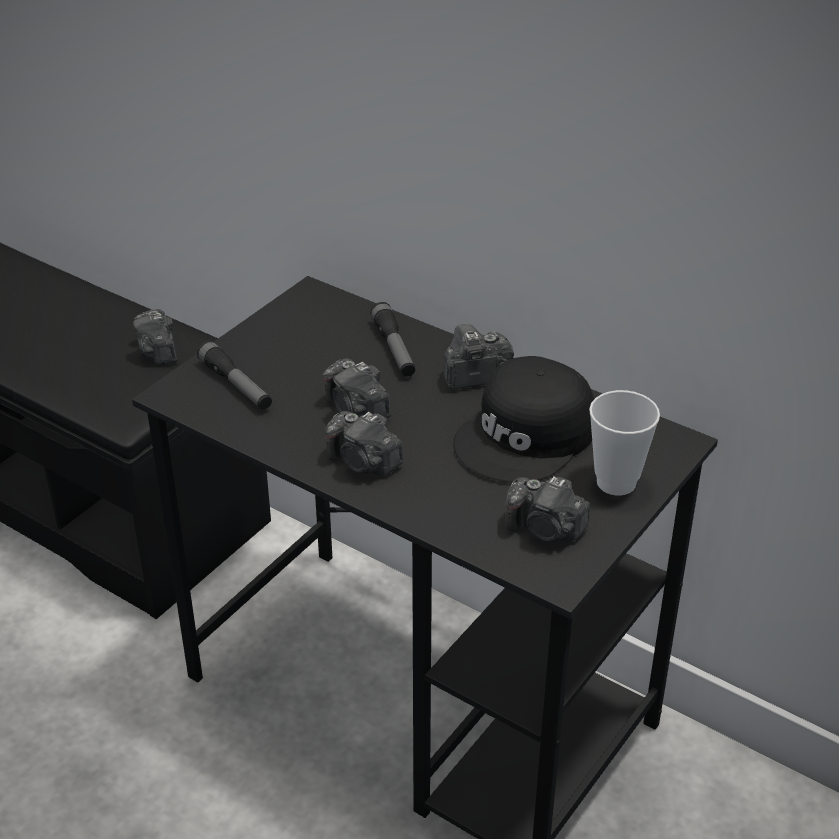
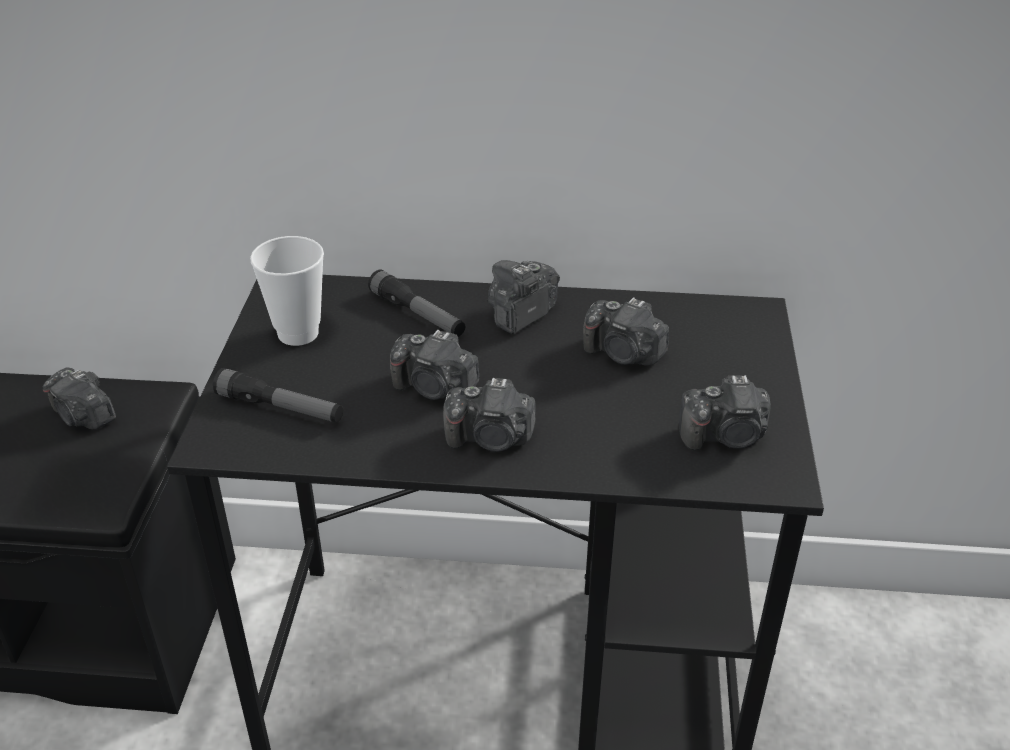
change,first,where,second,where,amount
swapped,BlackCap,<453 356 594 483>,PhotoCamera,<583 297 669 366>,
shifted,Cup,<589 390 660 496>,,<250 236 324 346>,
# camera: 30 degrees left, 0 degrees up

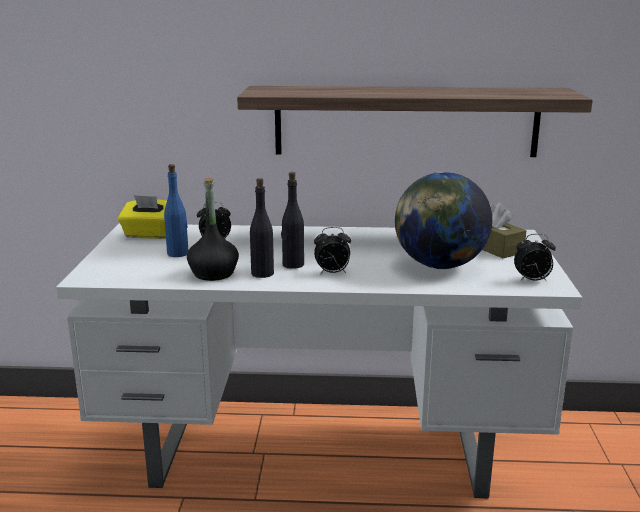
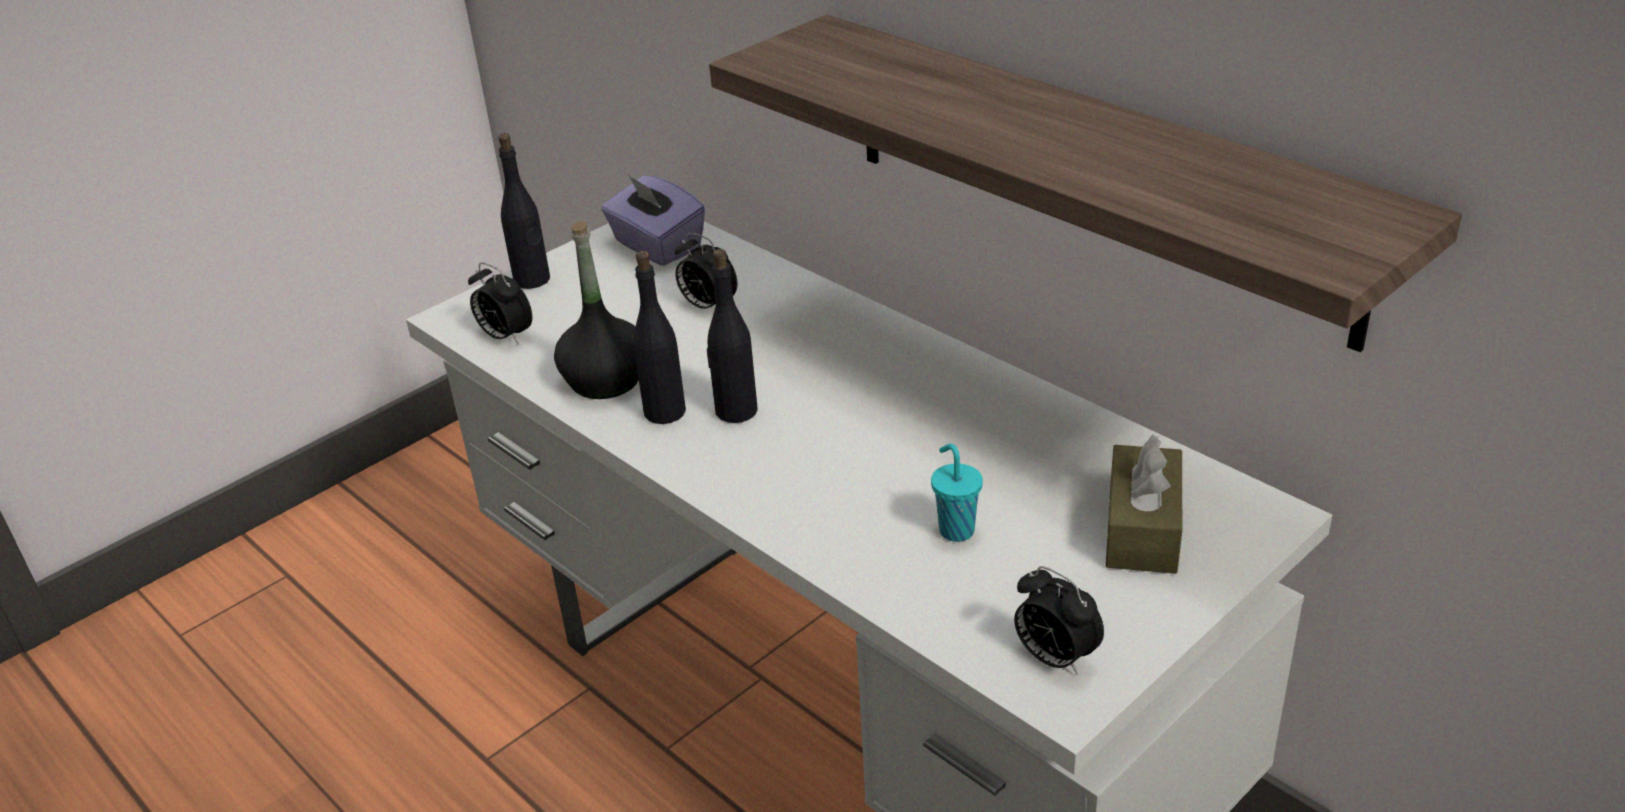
change,first,where,second,where,amount
repainted,YellowTissueBox,<118 195 167 239>,PurpleTissueBox,<601 175 705 266>,
gone,BlueBottle,<164 164 189 257>,,,
shifted,AlarmClock,<314 227 351 273>,,<468 263 532 345>,
swapped,Globe,<395 172 492 269>,TurquoiseCup,<931 443 983 542>,
new,,,BlackBottle,<498 133 550 289>,
# camera: 45 degrees right, 15 degrees up

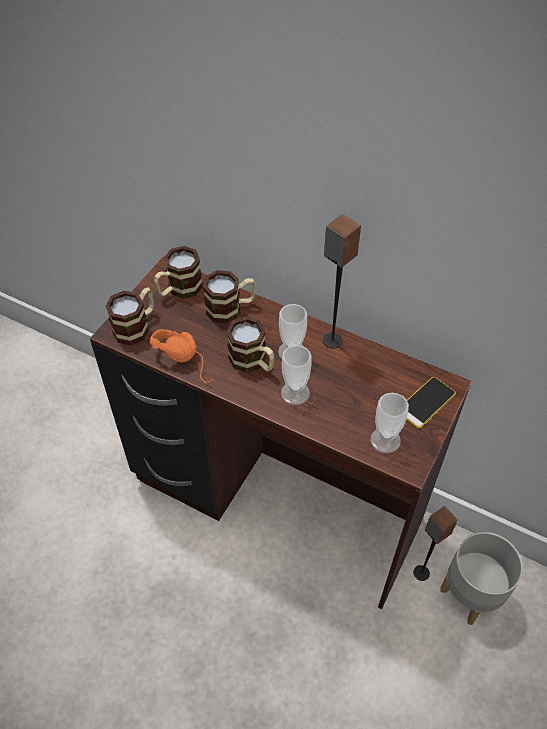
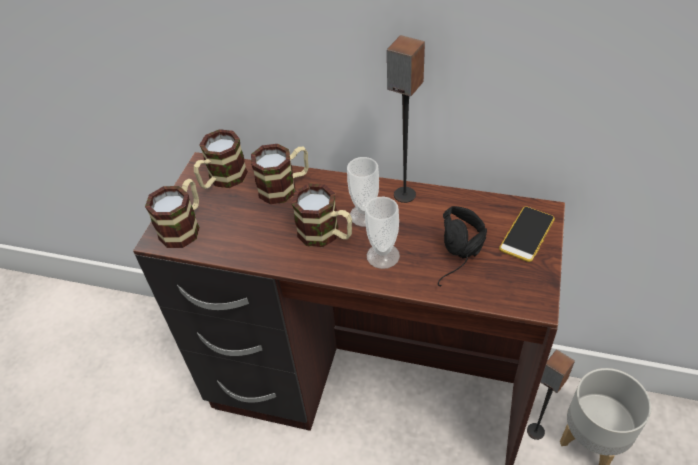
change,first,where,second,where,amount
gone,OrangeHeadphones,<150 329 213 383>,,,
gone,Cup,<370 393 409 453>,,,
new,,,BlackHeadphones,<438 206 487 286>,
# camera: 10 degrees left, 5 degrees down

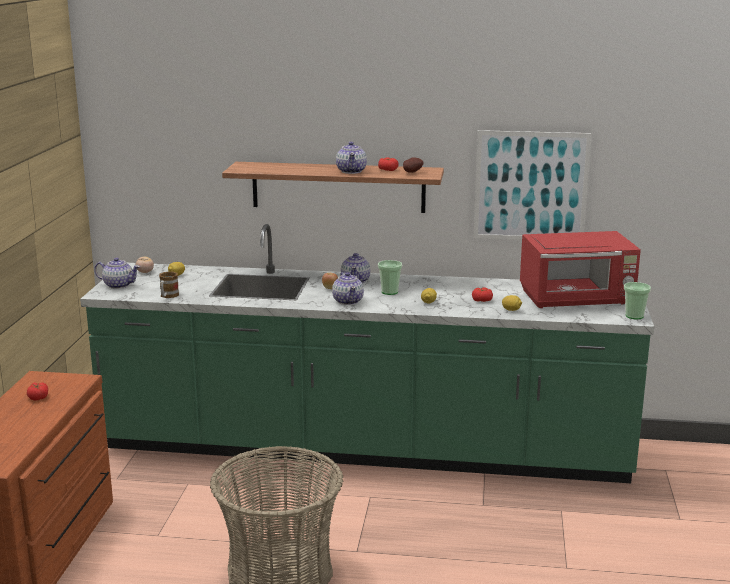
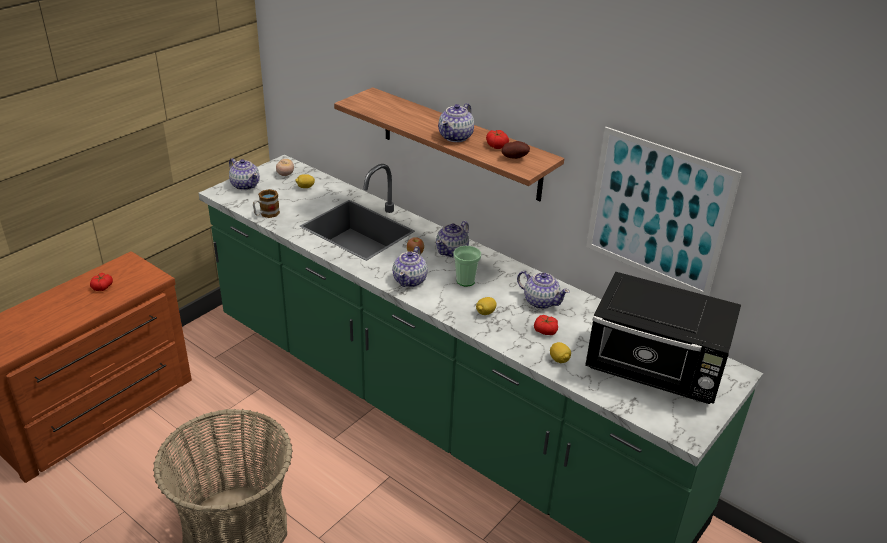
change,first,where,second,where,amount
repainted,RedMicrowave,<520 231 641 308>,BlackMicrowave,<585 271 741 404>,
gone,Cup,<624 282 651 319>,,,
new,,,Teapot,<517 271 570 309>,
# camera: 30 degrees right, 15 degrees up

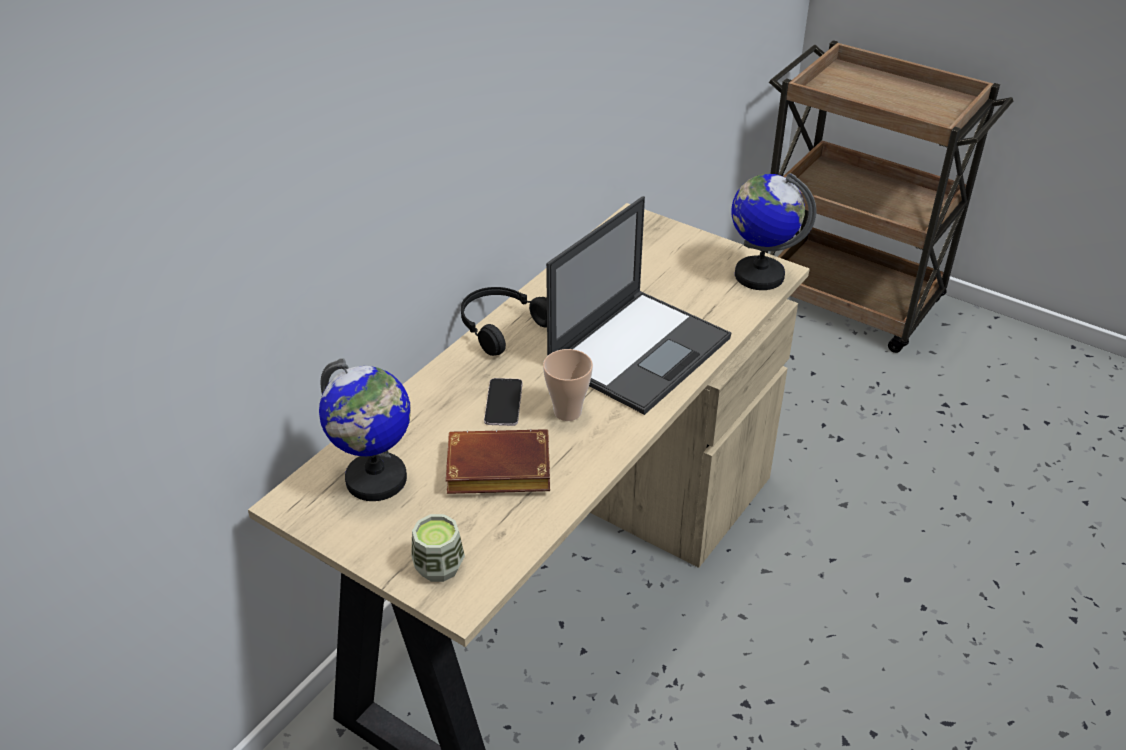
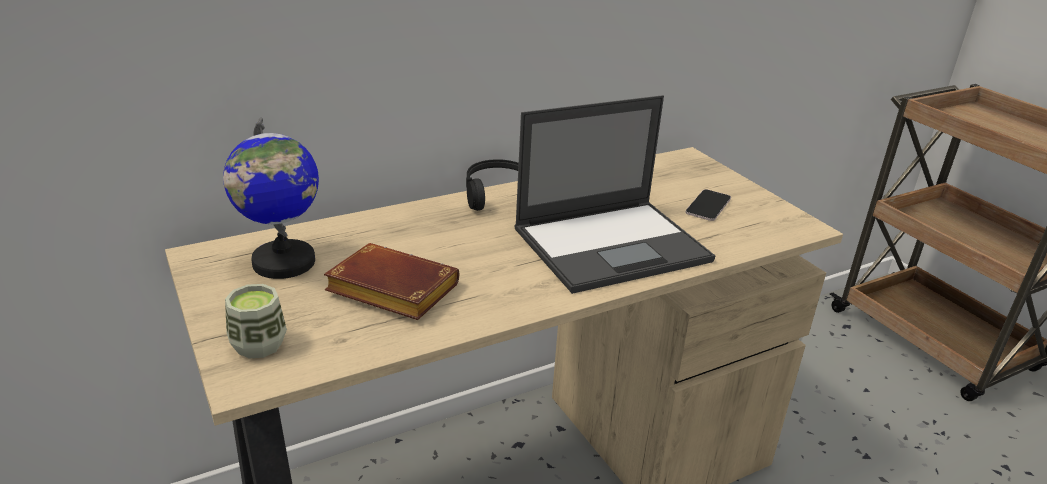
change,first,where,second,where,amount
shifted,Phone,<484 378 523 426>,,<685 189 731 221>,
gone,Cup,<543 349 593 421>,,,
gone,Globe,<732 173 816 290>,,,
# camera: 25 degrees right, 10 degrees down

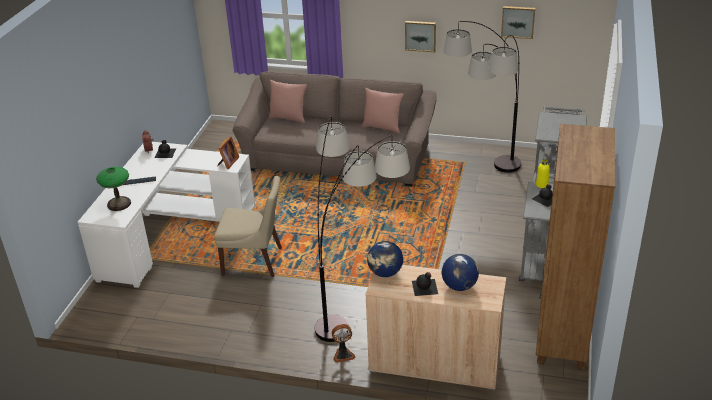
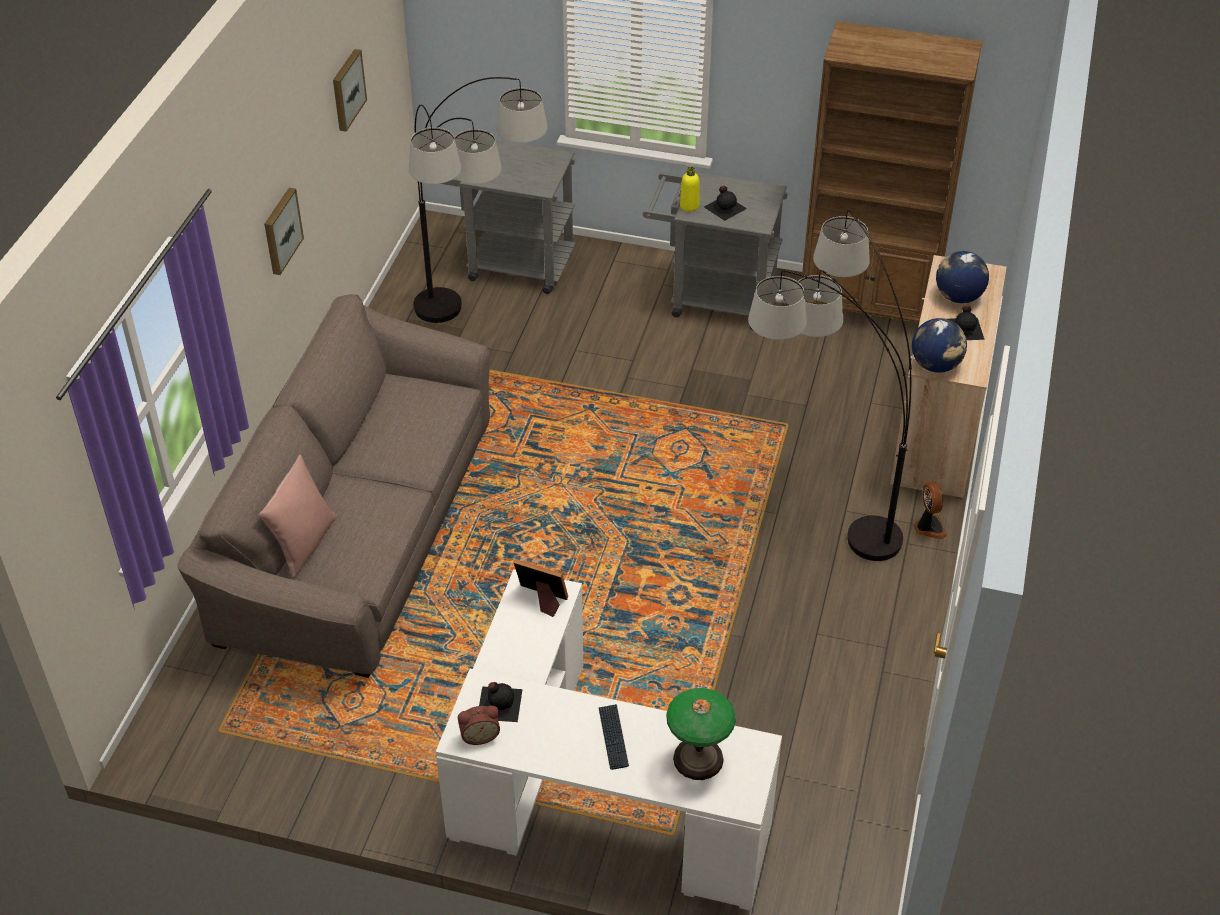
change,first,where,second,where,amount
gone,BeigeChair,<214 176 282 277>,,,
gone,PinkPillow,<362 88 404 133>,,,
# camera: 90 degrees left, 10 degrees up

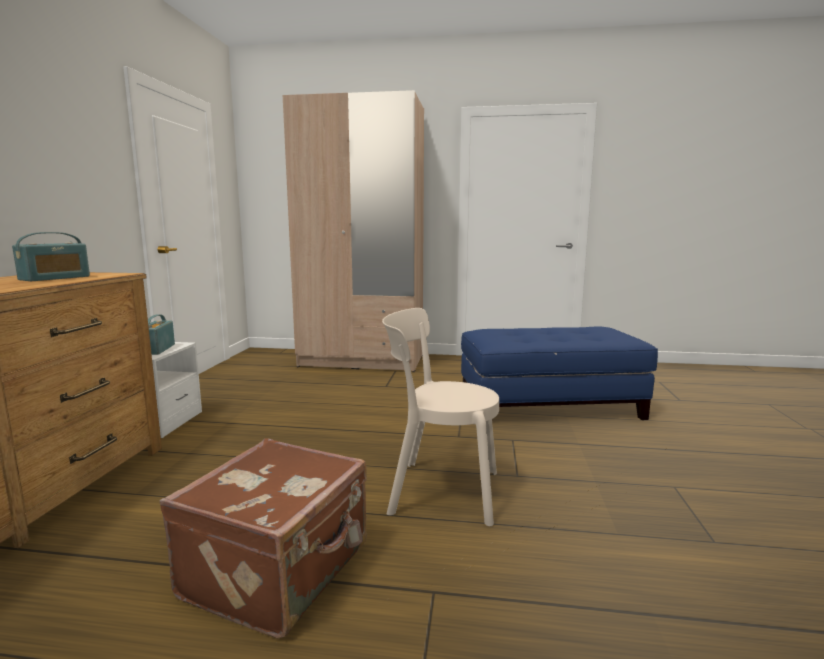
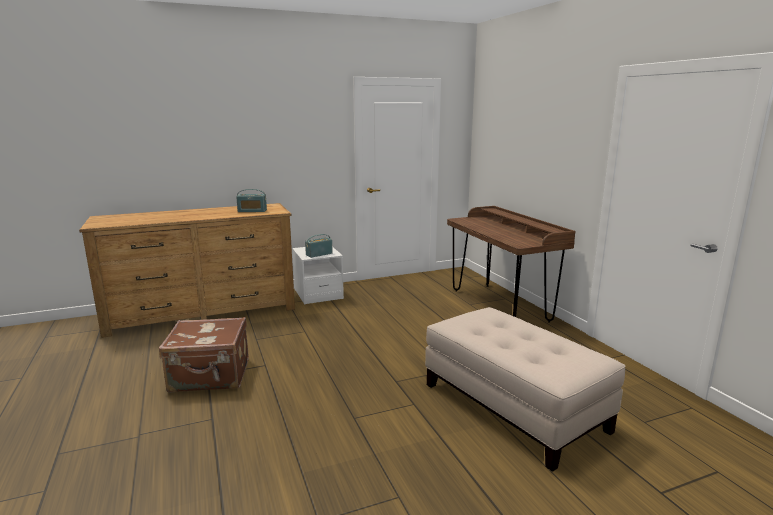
change,first,where,second,where,amount
swapped,BeigeWardrobe,<283 90 424 372>,BrownDesk,<447 206 575 323>,
gone,BeigeChair,<382 308 499 526>,,,
repainted,BlueOttoman,<461 326 658 420>,BeigeOttoman,<425 307 626 472>,
# camera: 60 degrees right, 5 degrees up

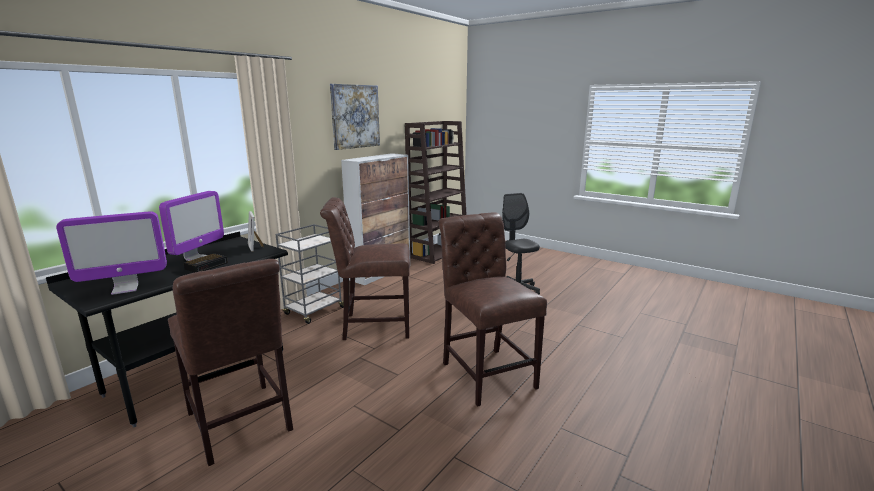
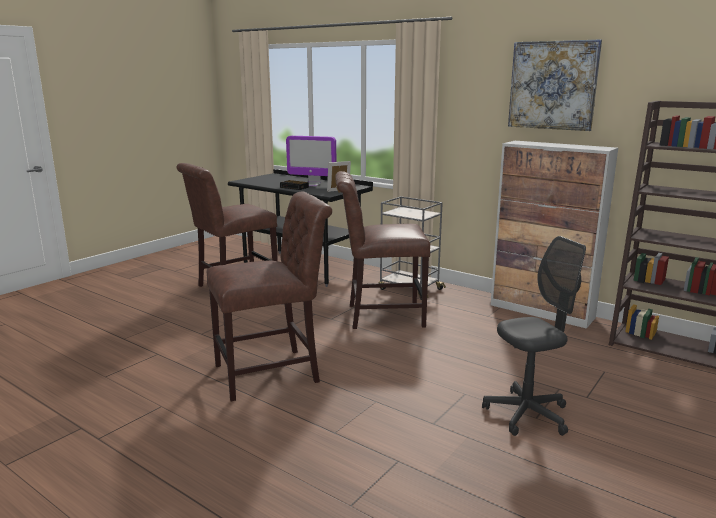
change,first,where,second,where,amount
gone,Monitor,<56 211 167 295>,,,
rotated,BrownChair,<320 197 410 340>,,<336 171 430 329>,90 degrees counterclockwise
# camera: 90 degrees right, 0 degrees up

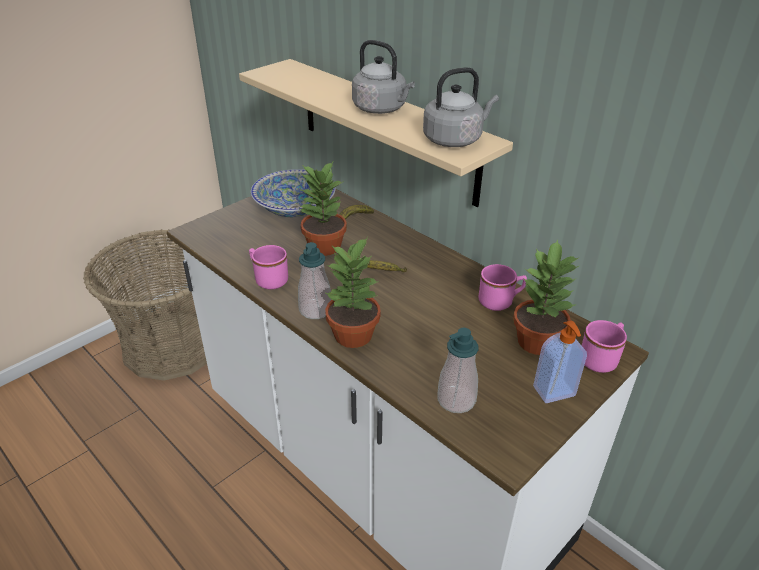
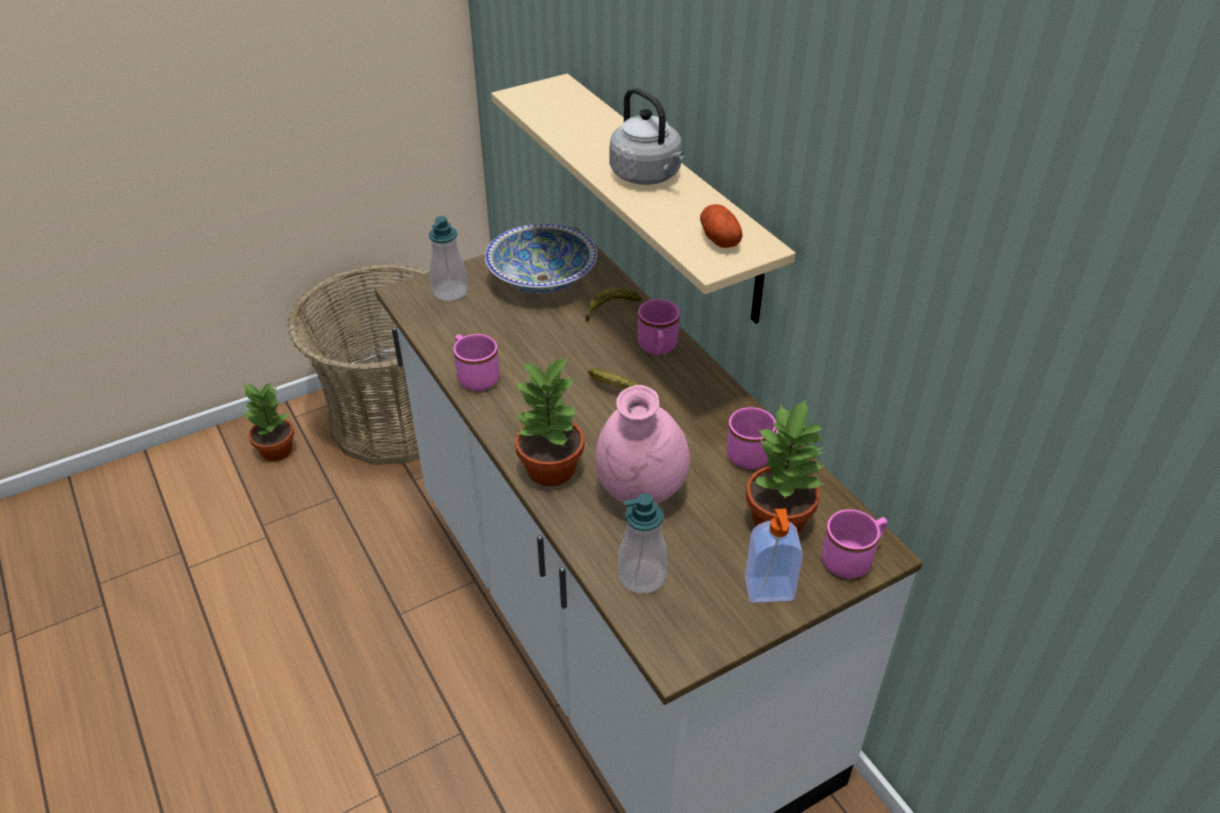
change,first,where,second,where,amount
shifted,PottedPlant,<298 162 347 256>,,<243 383 294 461>,
shifted,SoapDispenser,<298 242 332 319>,,<429 216 468 301>,
swapped,GreyKettle,<423 67 499 147>,Potato,<700 204 742 248>,
new,,,PinkVase,<595 385 690 504>,
new,,,PinkMug,<638 299 680 354>,
# camera: 15 degrees right, 5 degrees up

